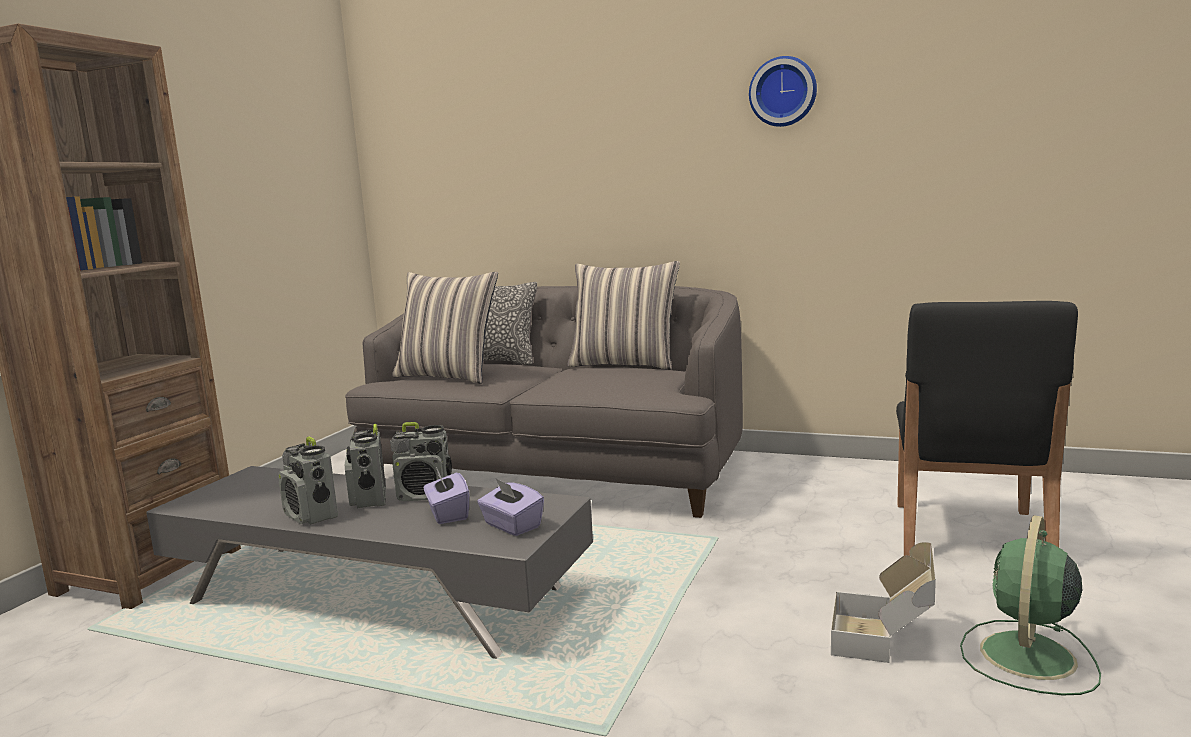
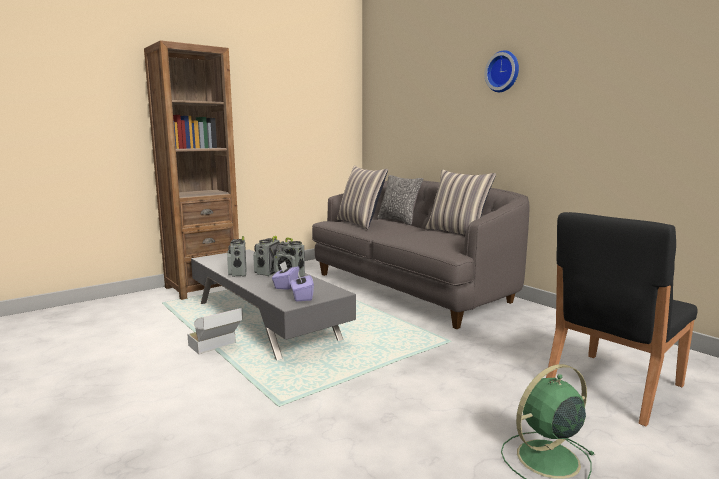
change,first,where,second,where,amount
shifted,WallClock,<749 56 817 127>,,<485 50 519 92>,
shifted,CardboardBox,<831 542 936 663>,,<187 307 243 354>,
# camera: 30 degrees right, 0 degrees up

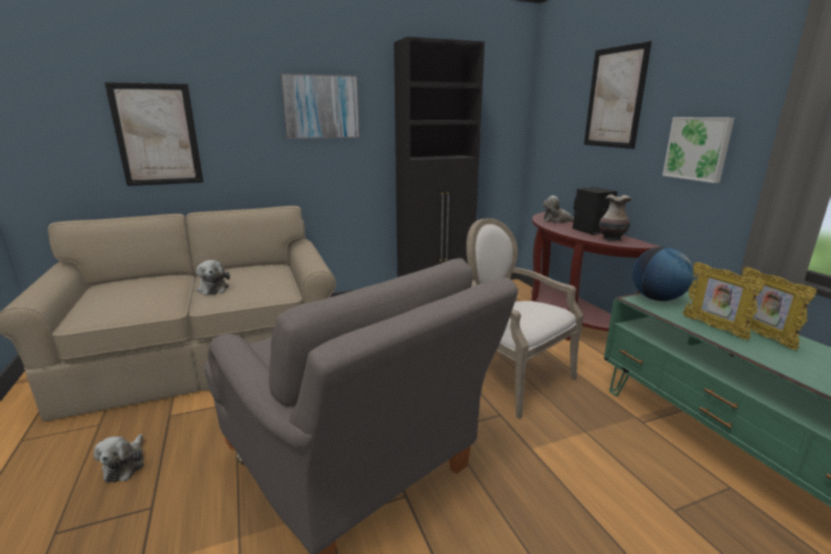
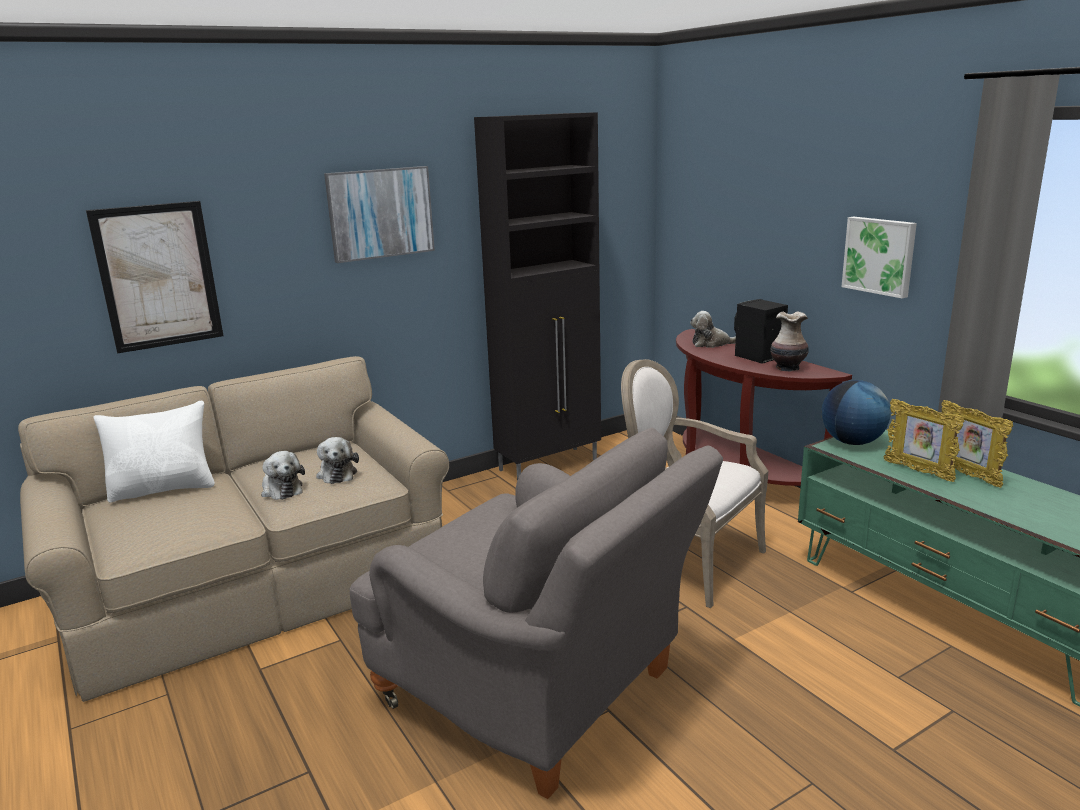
change,first,where,second,where,amount
shifted,PlushToy,<94 434 144 483>,,<316 437 359 484>,
gone,Picture,<584 41 652 149>,,,
new,,,WhitePillow,<93 400 215 503>,
# camera: 10 degrees left, 0 degrees up

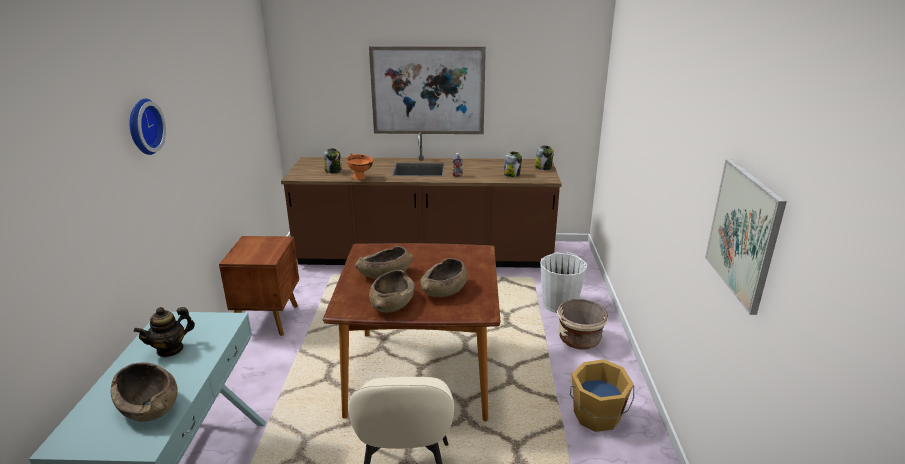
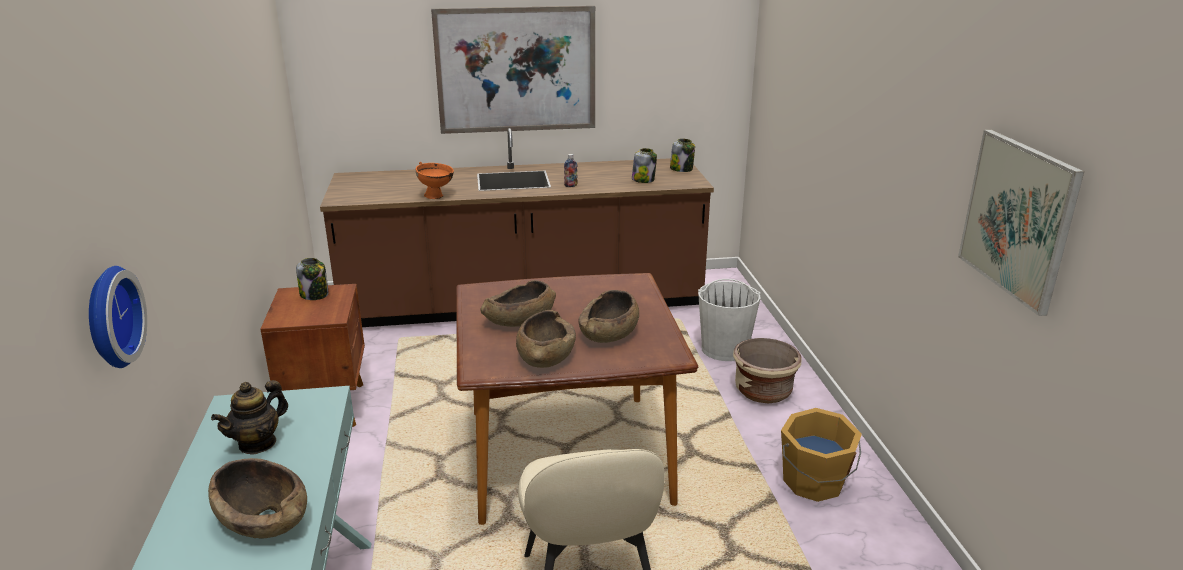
change,first,where,second,where,amount
shifted,WallClock,<130 99 166 155>,,<89 266 147 368>,
shifted,Jar,<324 148 341 173>,,<296 258 329 300>,
# camera: 10 degrees left, 0 degrees up

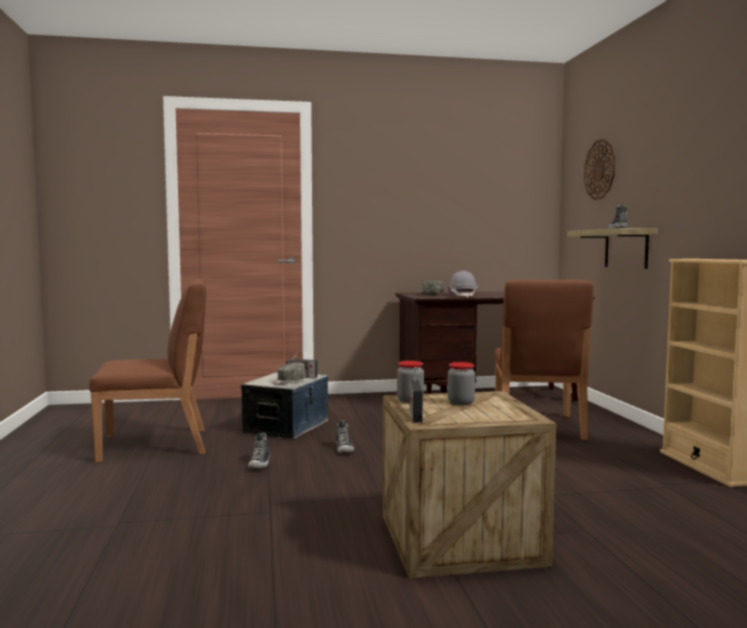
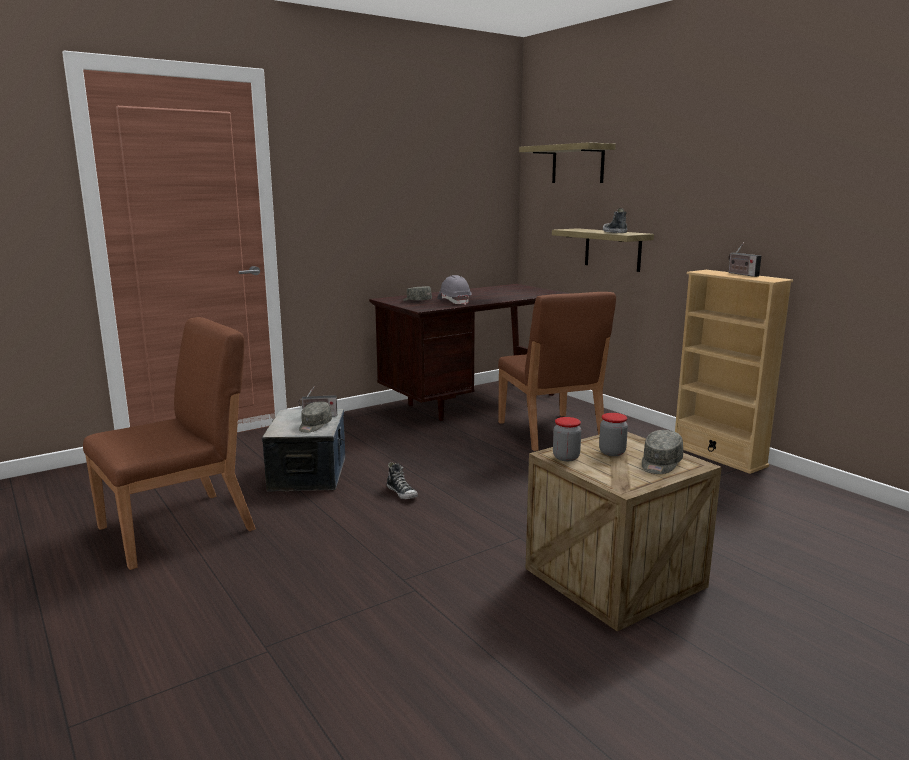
change,first,where,second,where,amount
gone,Shoe,<248 433 270 469>,,,
shifted,Radio,<410 367 423 422>,,<728 243 761 277>,
swapped,WallClock,<584 138 615 200>,Shelf,<519 142 616 183>,
new,,,GreyCap,<642 430 683 474>,
# camera: 25 degrees left, 10 degrees up

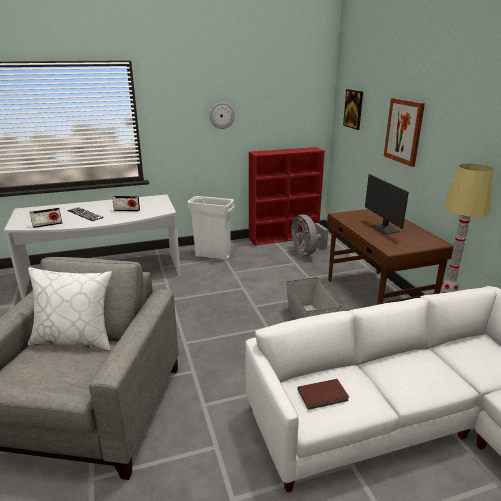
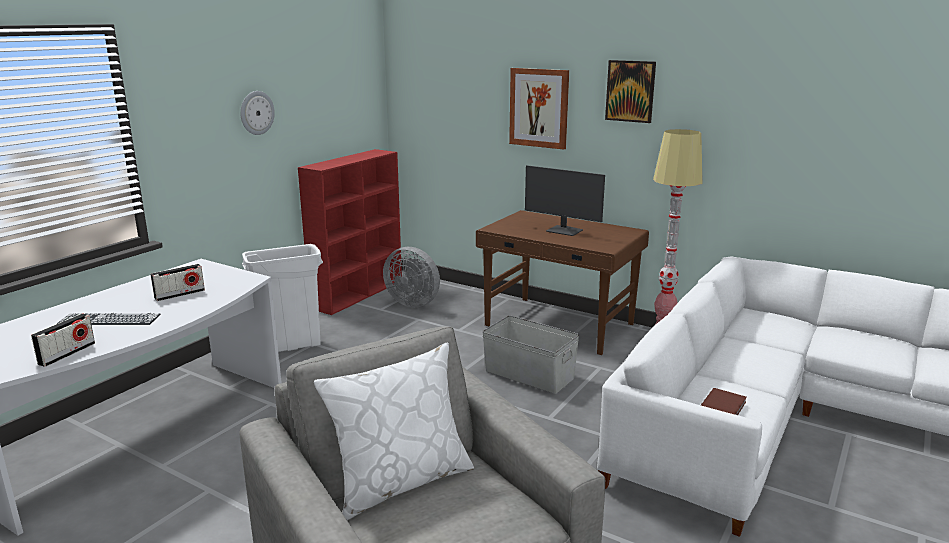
change,first,where,second,where,amount
shifted,Picture,<343 89 363 130>,,<605 60 656 123>,
# camera: 40 degrees left, 5 degrees down

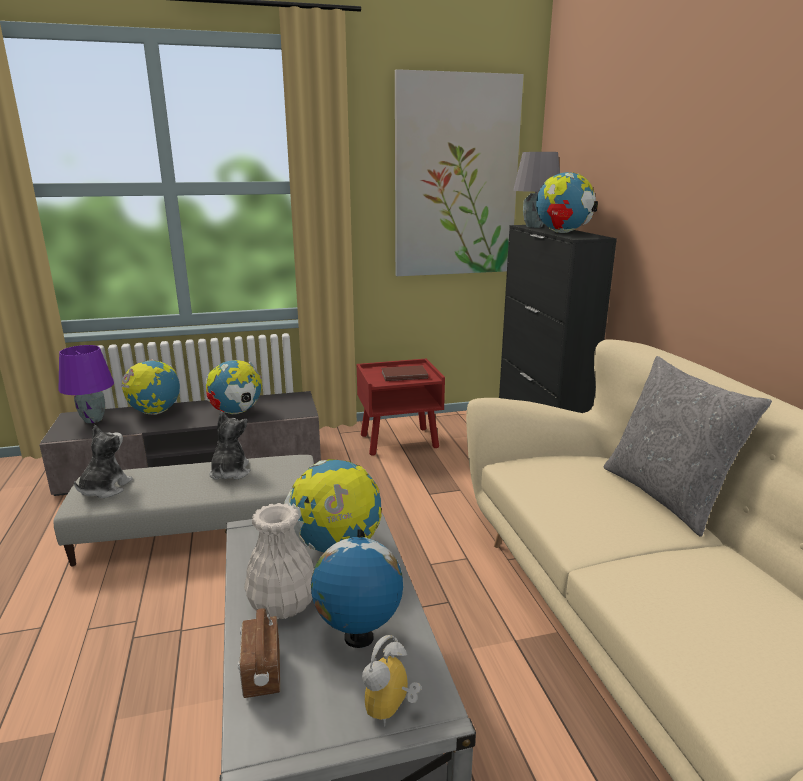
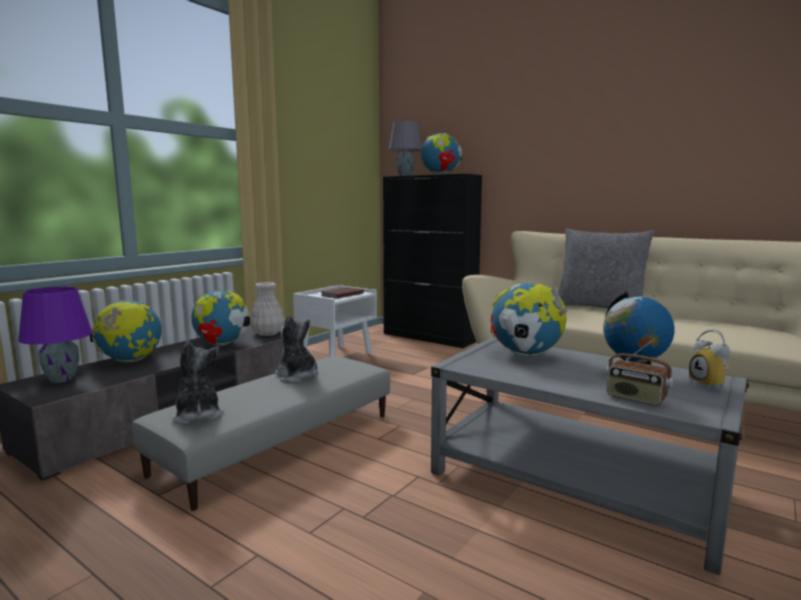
change,first,where,second,where,amount
shifted,WhiteVase,<244 503 314 619>,,<250 282 284 336>,
repainted,RedNightstand,<357 358 445 456>,WhiteNightstand,<293 285 377 357>,
gone,Picture,<395 69 524 276>,,,
# camera: 40 degrees left, 10 degrees down

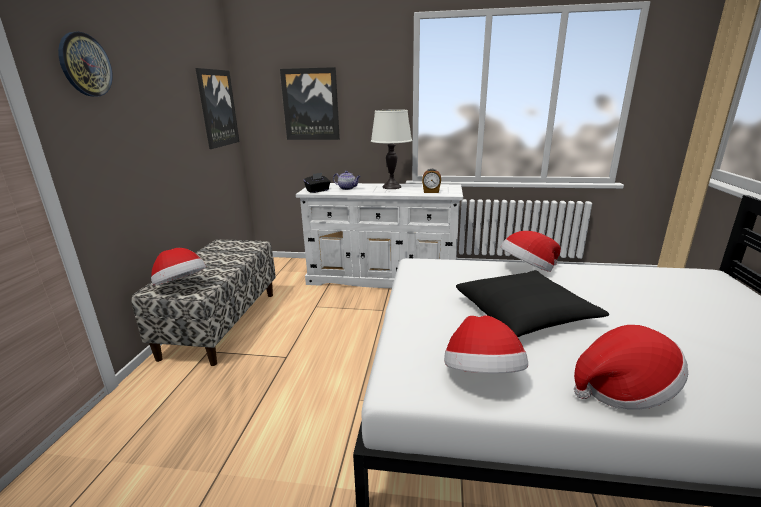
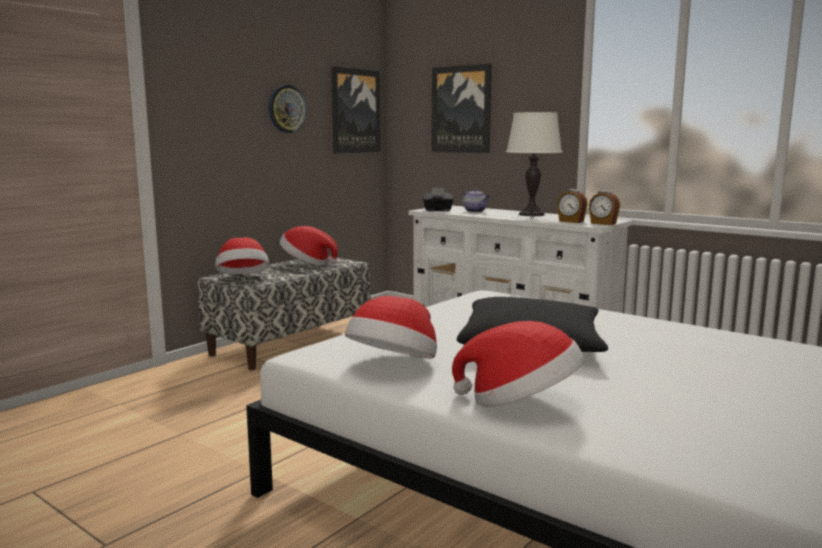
change,first,where,second,where,amount
shifted,WallClock,<58 32 113 97>,,<269 85 307 133>,
shifted,Hat,<501 231 561 272>,,<280 226 338 266>,
new,,,AlarmClock,<589 191 620 225>,
# camera: 30 degrees right, 10 degrees down

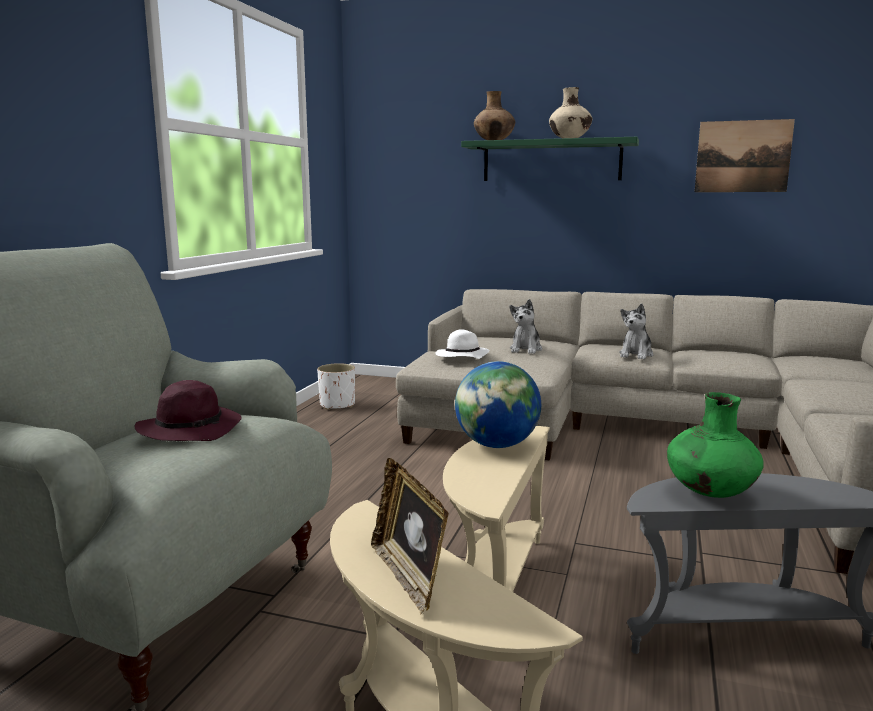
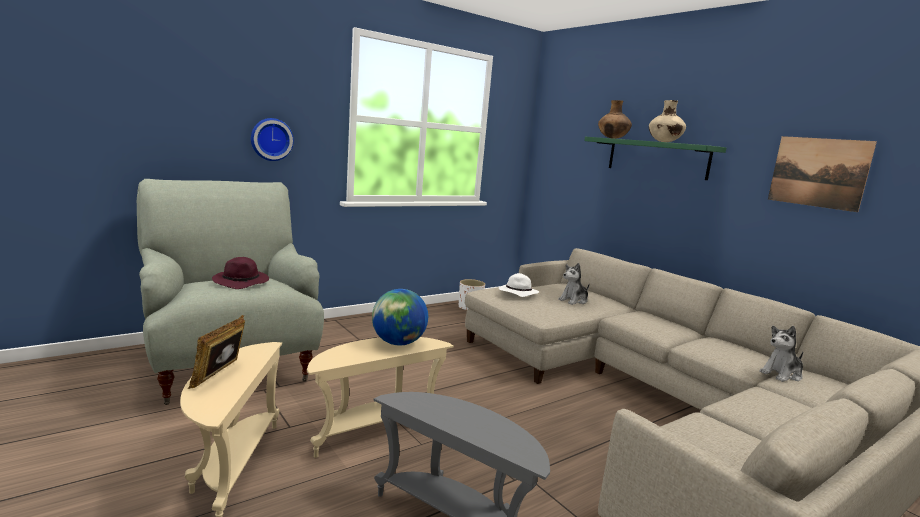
change,first,where,second,where,amount
shifted,PlushToy,<619 303 654 359>,,<760 326 803 382>,
gone,GreenVase,<667 392 764 498>,,,
new,,,WallClock,<251 118 294 161>,
# camera: 35 degrees right, 0 degrees up

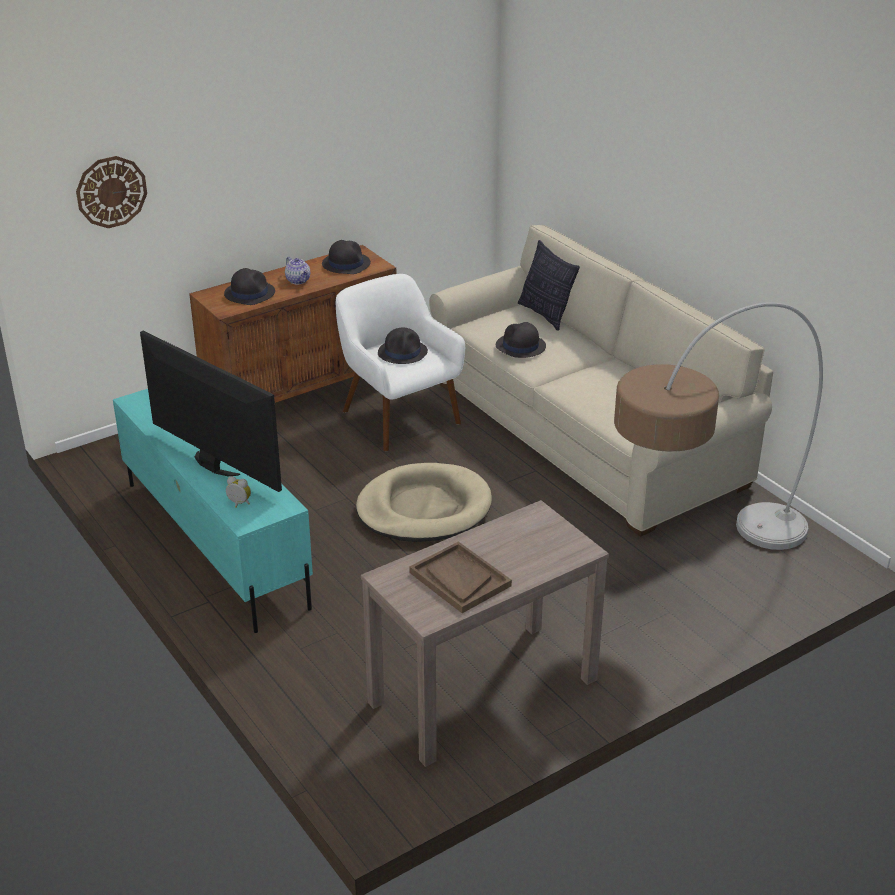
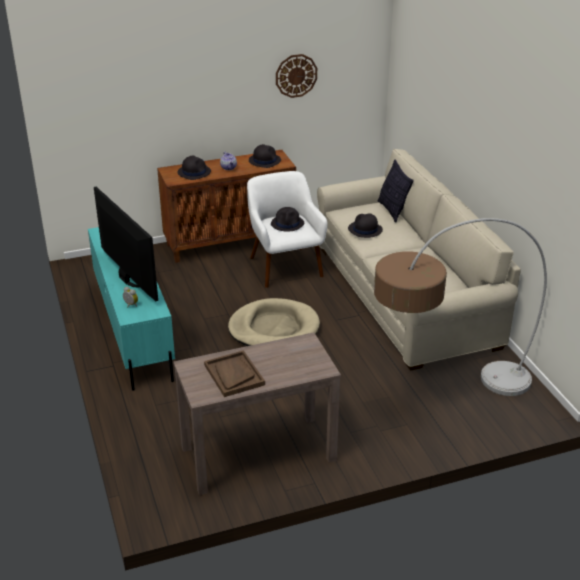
change,first,where,second,where,amount
shifted,WallClock,<76 156 147 228>,,<276 54 317 98>,
# camera: 15 degrees right, 0 degrees up

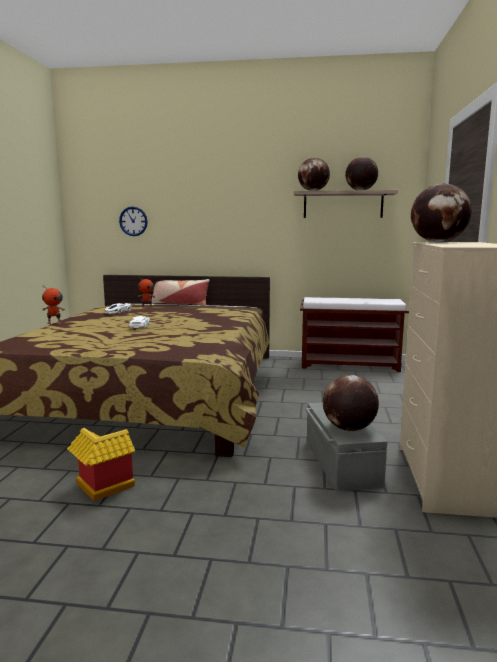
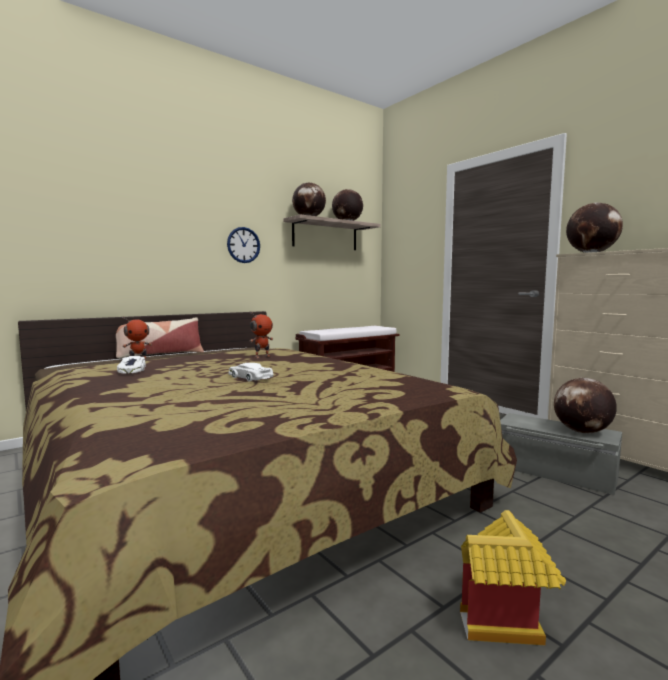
change,first,where,second,where,amount
shifted,ToyRobot,<42 285 65 324>,,<250 311 273 358>,
shifted,WallClock,<119 206 148 236>,,<227 227 260 263>,
# camera: 45 degrees left, 5 degrees down

